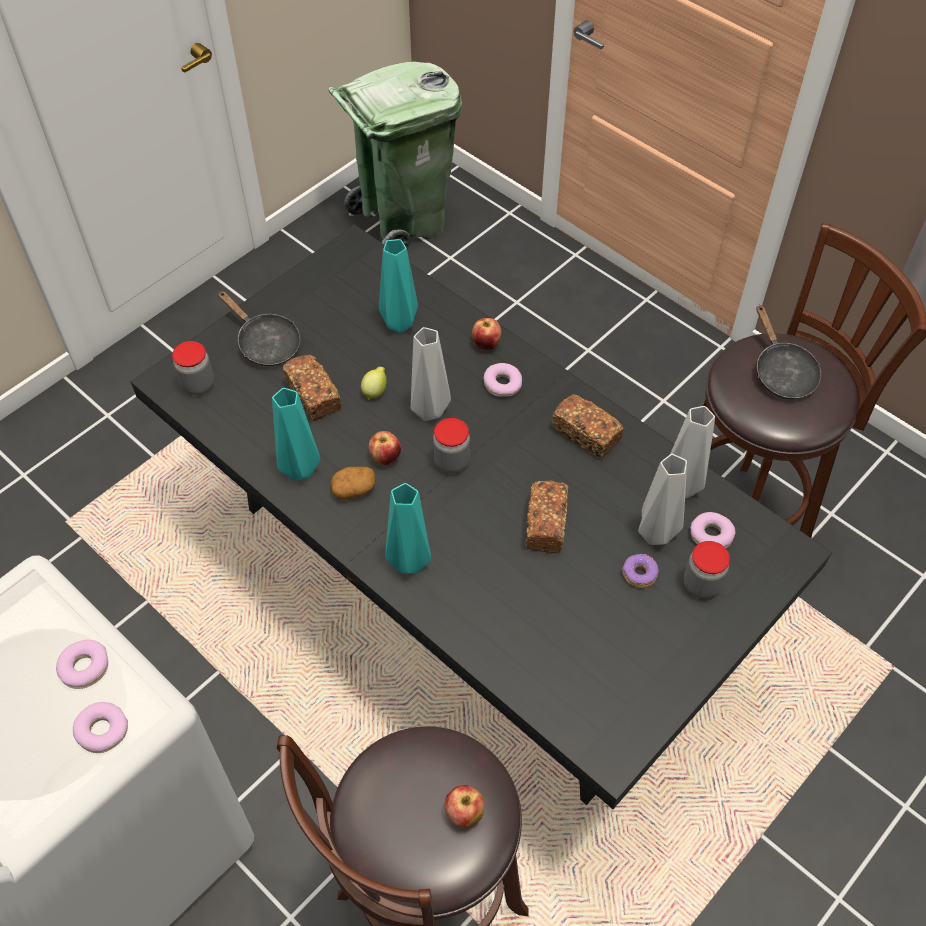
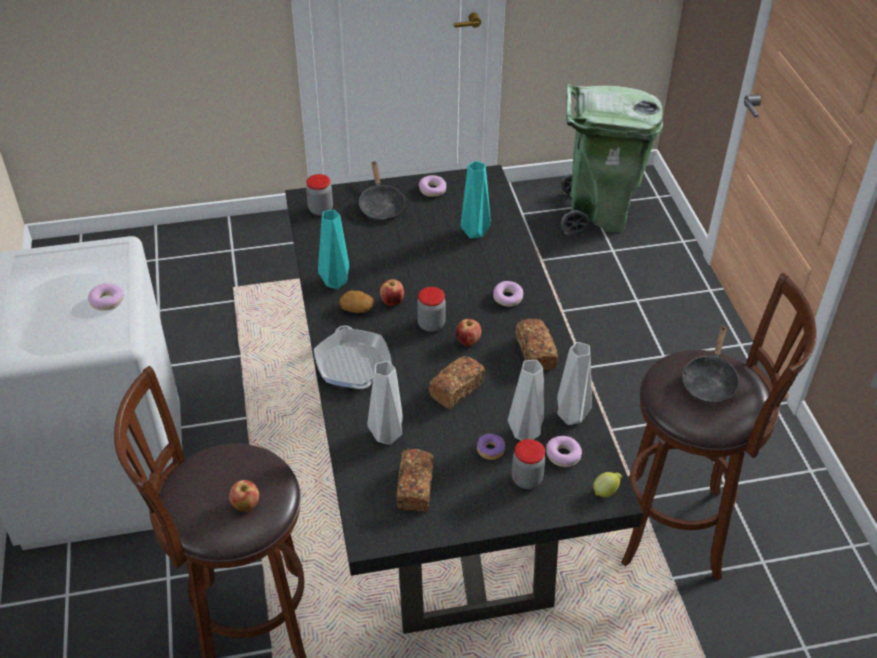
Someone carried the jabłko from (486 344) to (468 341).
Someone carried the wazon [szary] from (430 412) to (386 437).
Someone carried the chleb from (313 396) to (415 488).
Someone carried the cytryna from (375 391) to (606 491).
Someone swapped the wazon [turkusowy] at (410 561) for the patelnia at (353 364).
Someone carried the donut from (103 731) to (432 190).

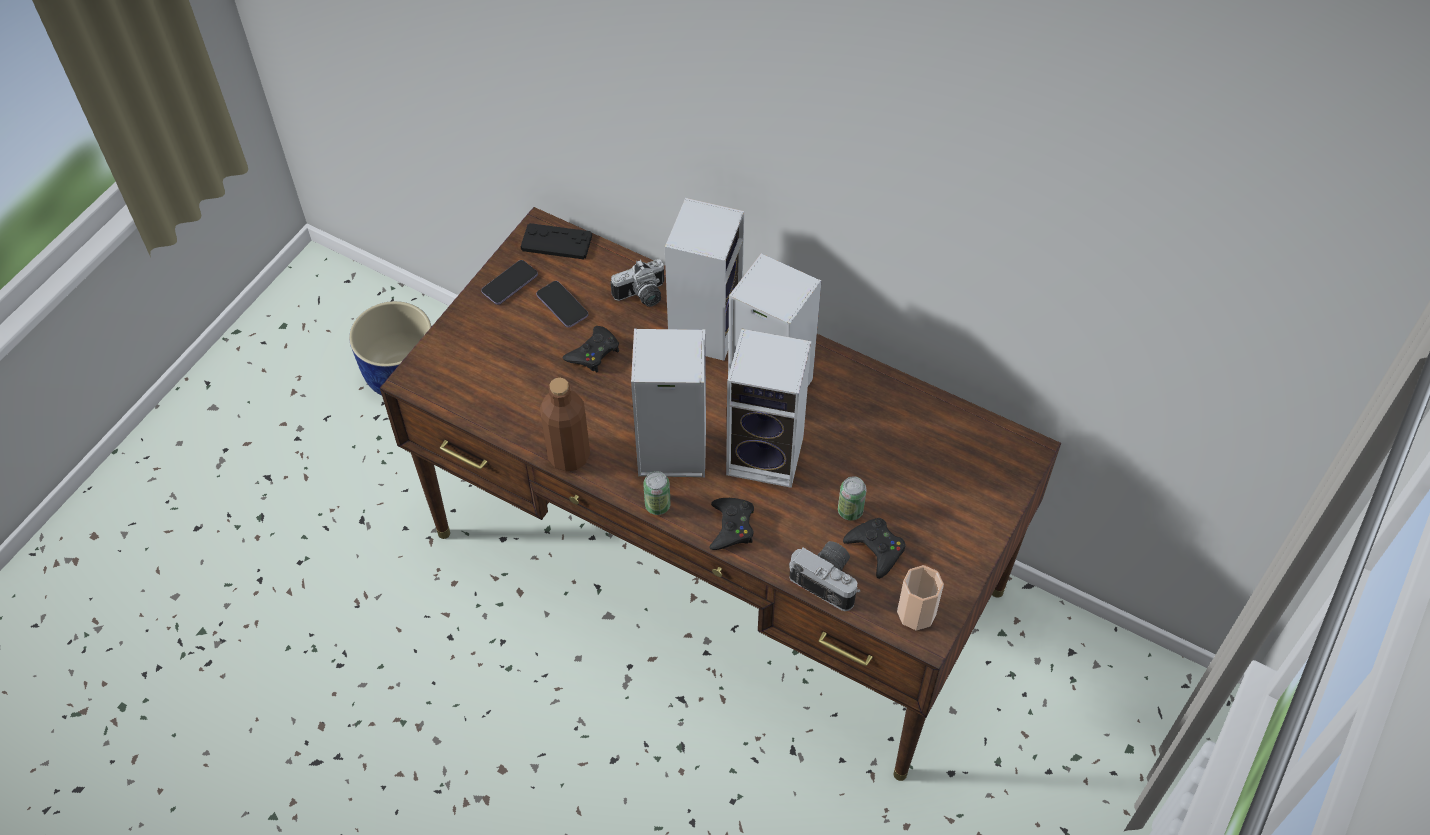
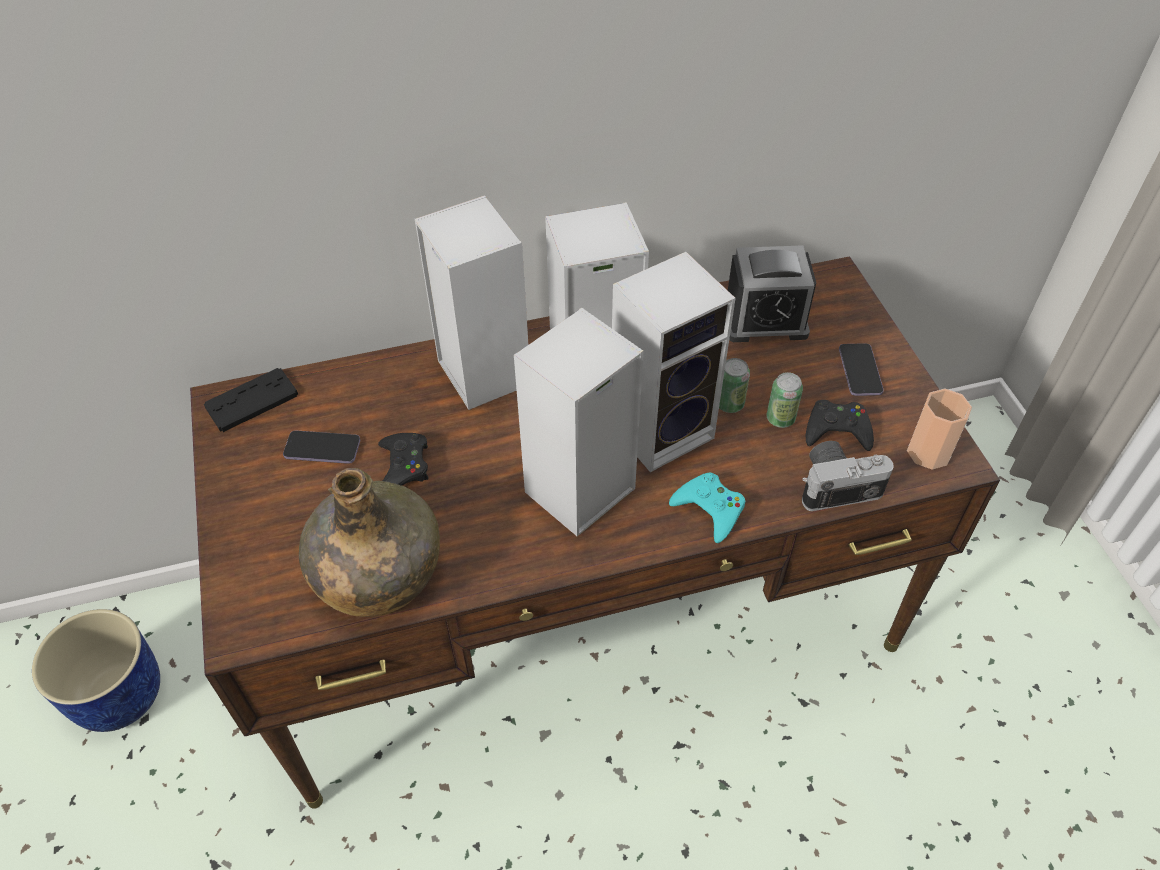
Someone took away the aparat fotograficzny at (642 296).
Someone carried the telefon from (510 283) to (860 371).
Someone took away the butelka [brązowy] at (569 455).
Someone carried the puszka from (657 505) to (729 404).
Someone repainted the pad do gier [czarny] at (731 527), which became the pad do gier [turkusowy] at (709 510).
Someone put down the budzik at (764 320).
Someone put down the butelka [zielony] at (376 572).

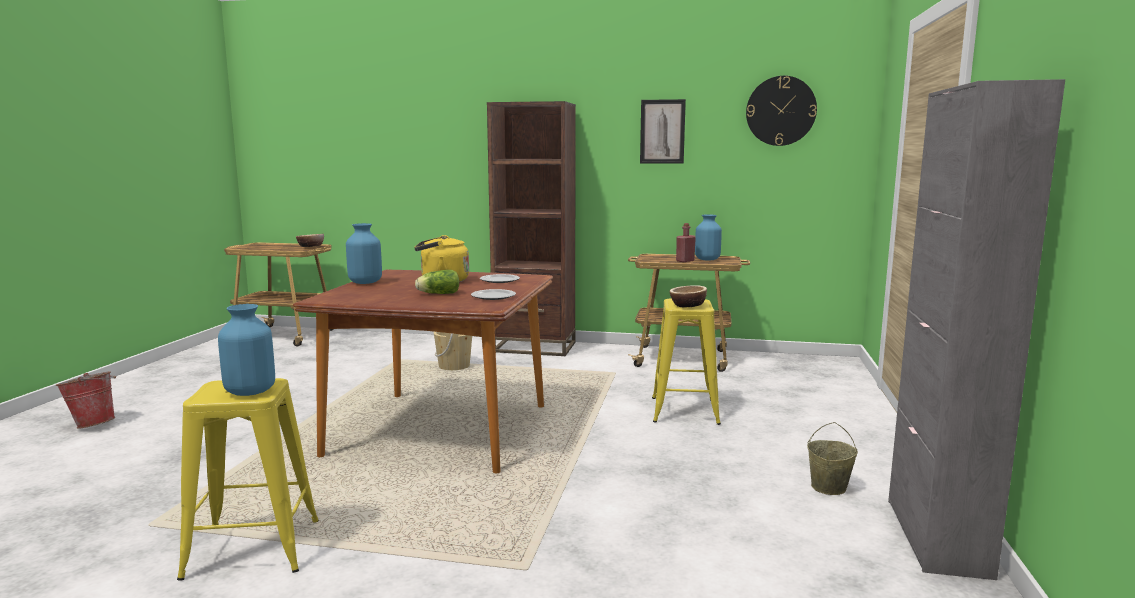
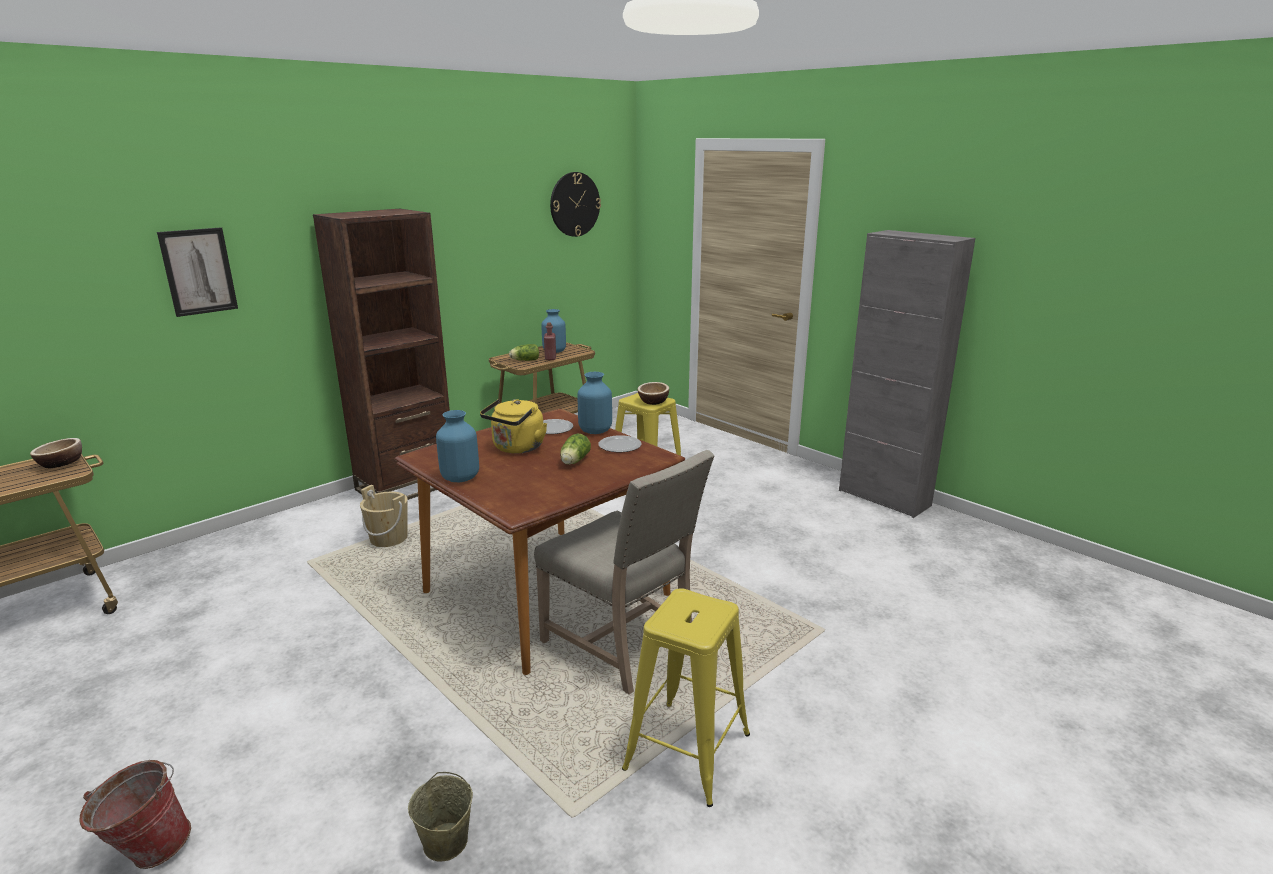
Someone carried the obraz from (662 131) to (198 271).
Someone carried the wazon [niebieski] from (251 391) to (595 430).
Someone carried the wiadro [beżowy] from (828 487) to (445 843).
Someone put down the sałata at (524 360).
Someone put down the krzesło [beżowy] at (623 646).

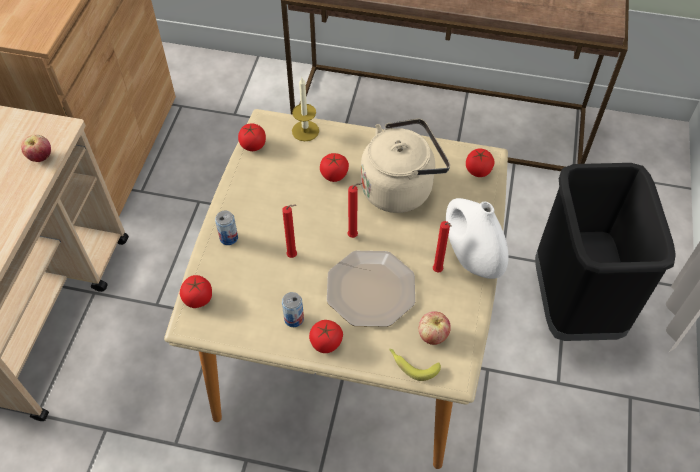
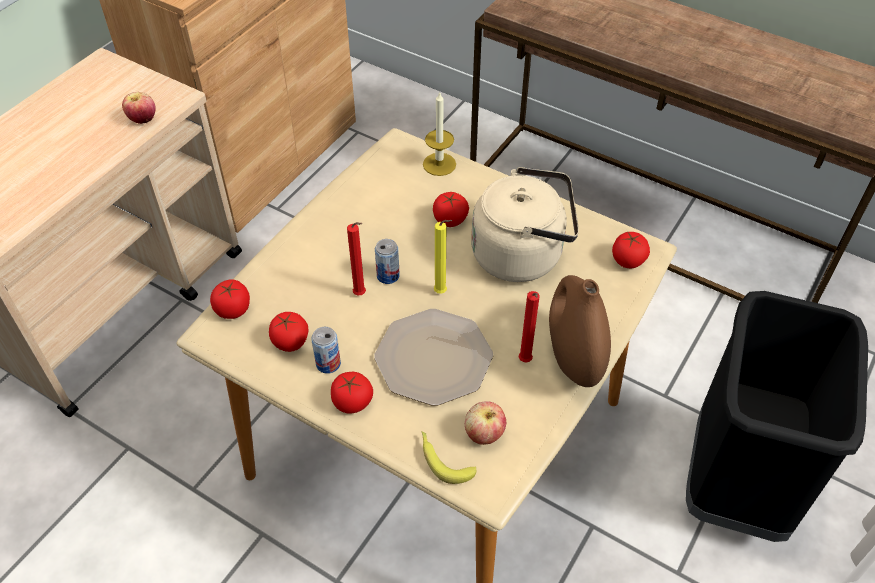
Someone carried the pomidor from (253 145) to (290 341).
Someone repainted the świeca [czerwony] at (354 236), which became the świeca [żółty] at (442 293).
Someone repainted the wazon [biały] at (471 258), which became the wazon [brązowy] at (573 359).
Someone carried the puszka from (228 238) to (388 276).

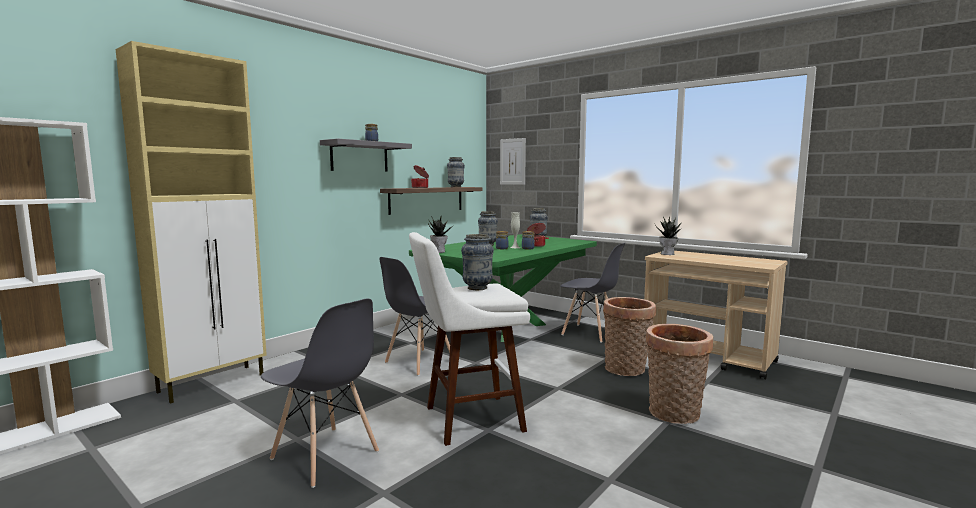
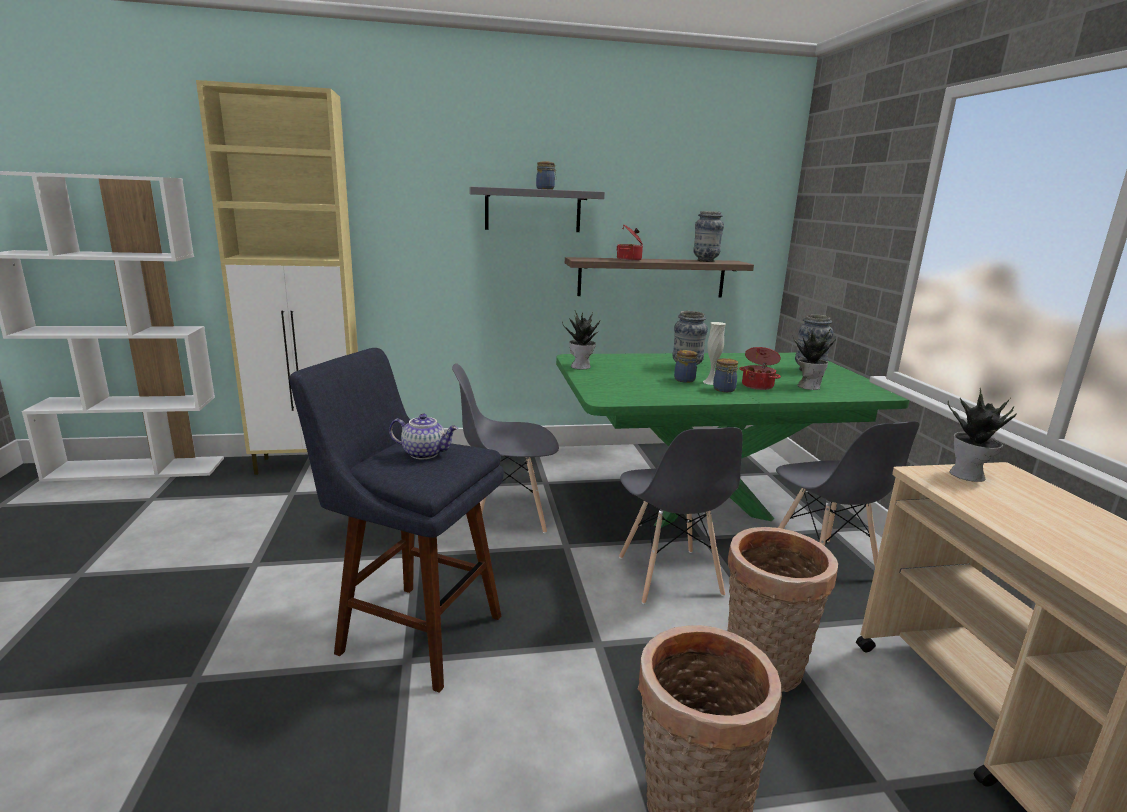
Someone took away the obraz at (512 161).
Someone repainted the stołek [biały] at (467 420), which became the stołek [niebieski] at (412 631).
Someone swapped the wazon at (477 288) for the imbryk at (425 453).
Someone carried the krzesło [szary] from (325 456) to (669 576).
Someone put down the roślina doniczkowa at (808 386).

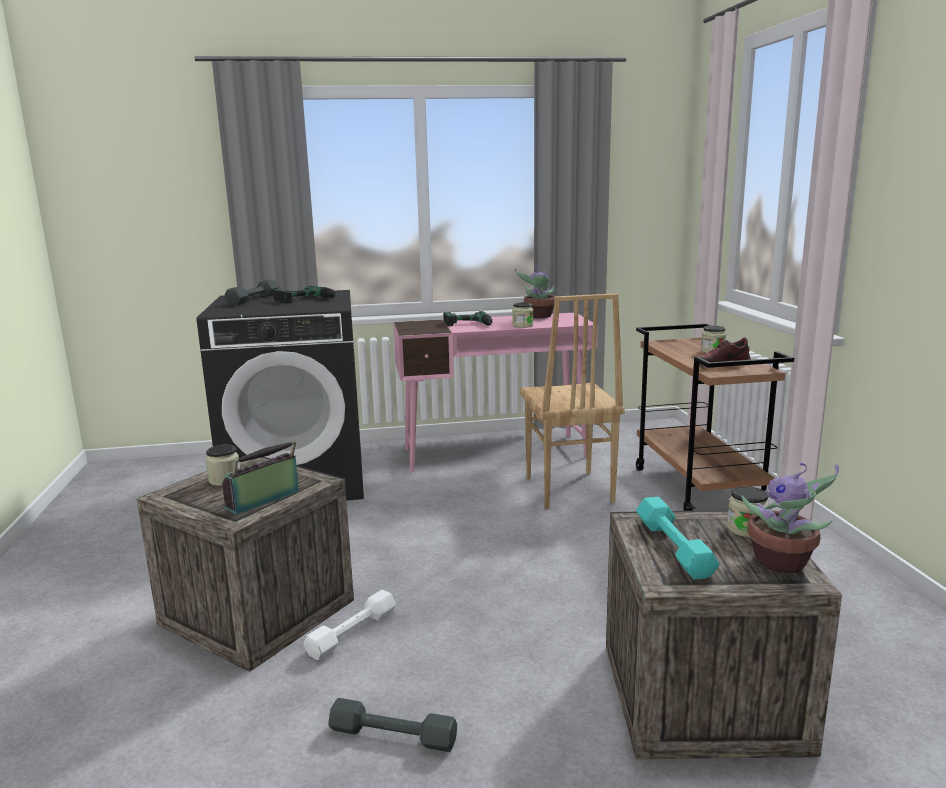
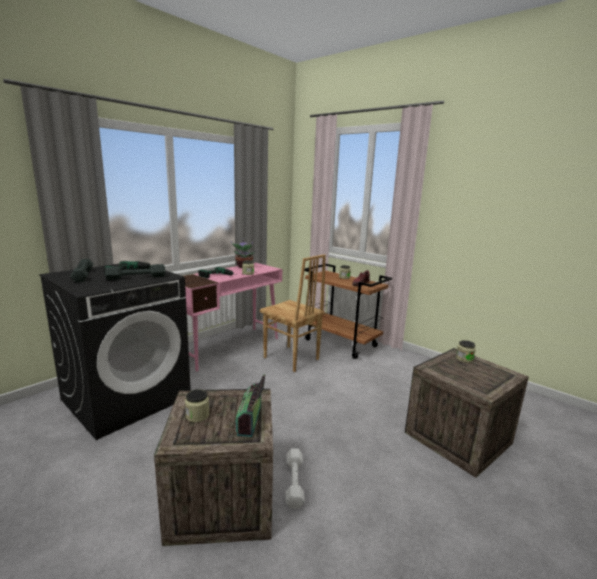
Someone took away the roślina doniczkowa at (783 563).
Someone took away the hantel [turkusowy] at (674 547).
Someone carried the hantel [szary] from (393 736) to (136 277).

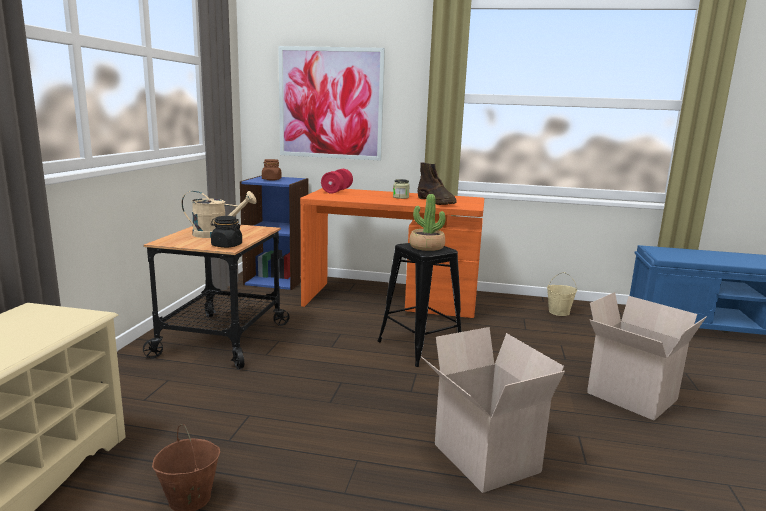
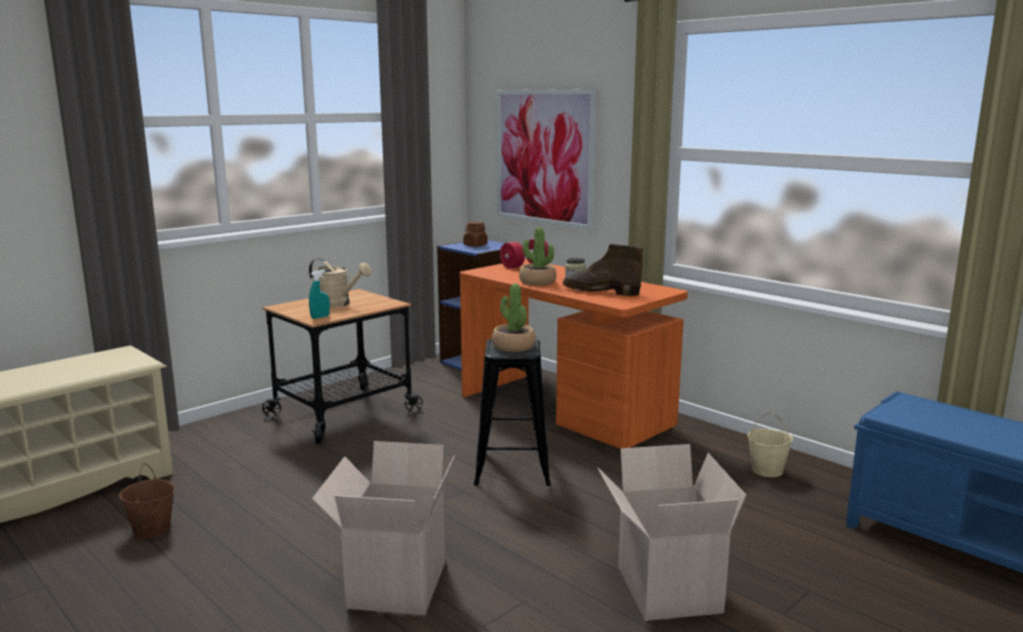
Someone rotated the but z cholewką [brązowy] at (436 202) by 105 degrees clockwise.
Someone swapped the słoik [czarny] at (226 245) for the spryskiwacz [turkusowy] at (320 317).
Someone put down the roślina doniczkowa at (537 282).

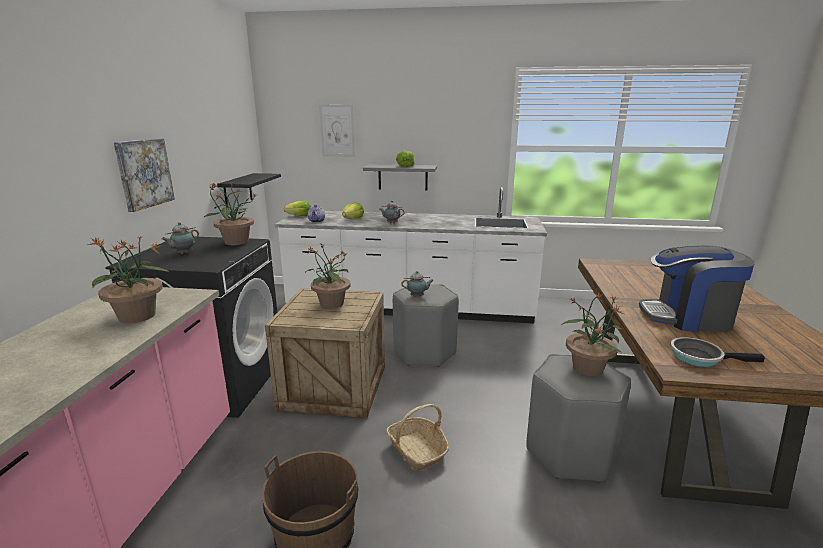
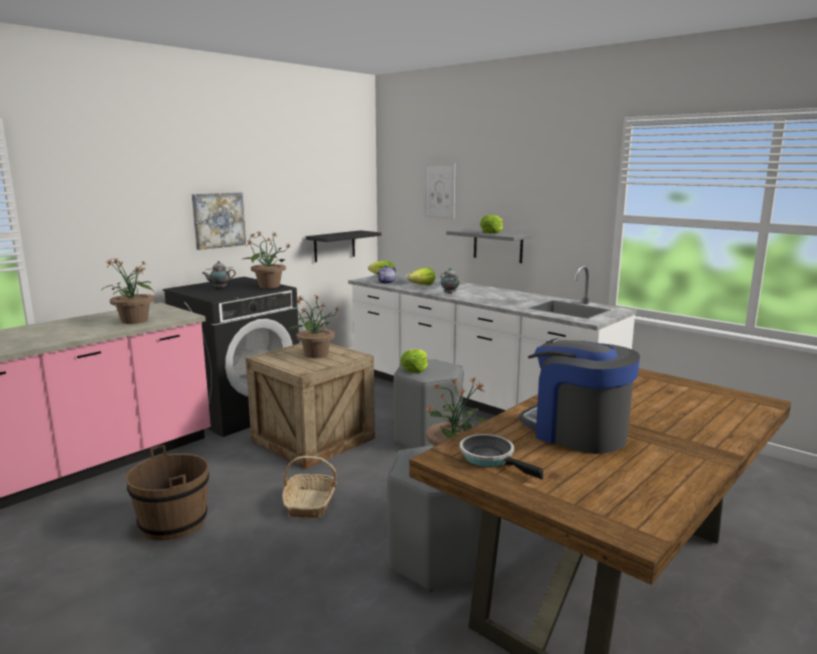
Someone swapped the imbryk at (418 296) for the sałata at (415 369).

